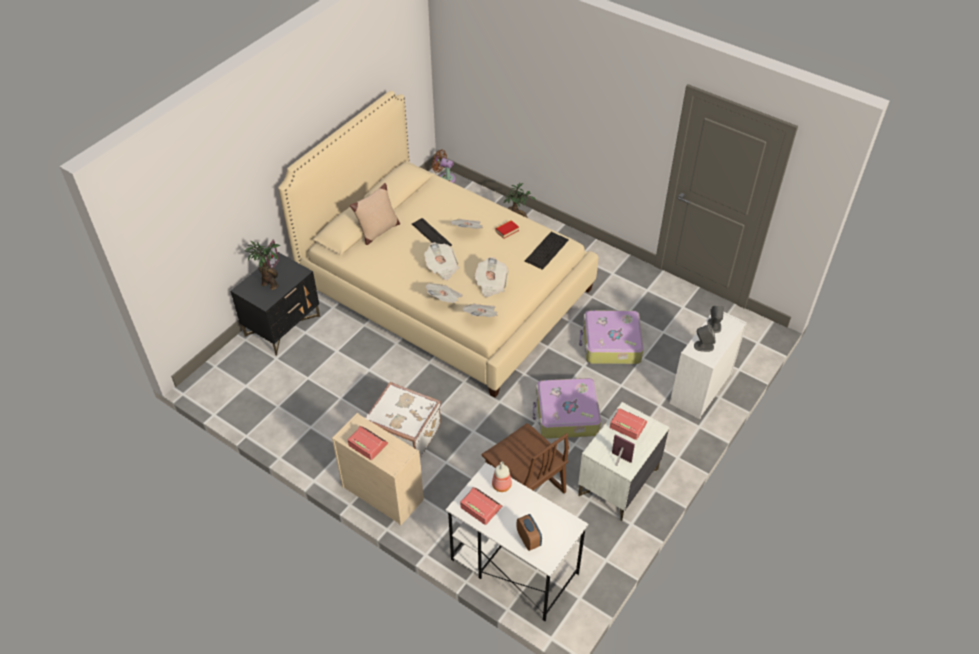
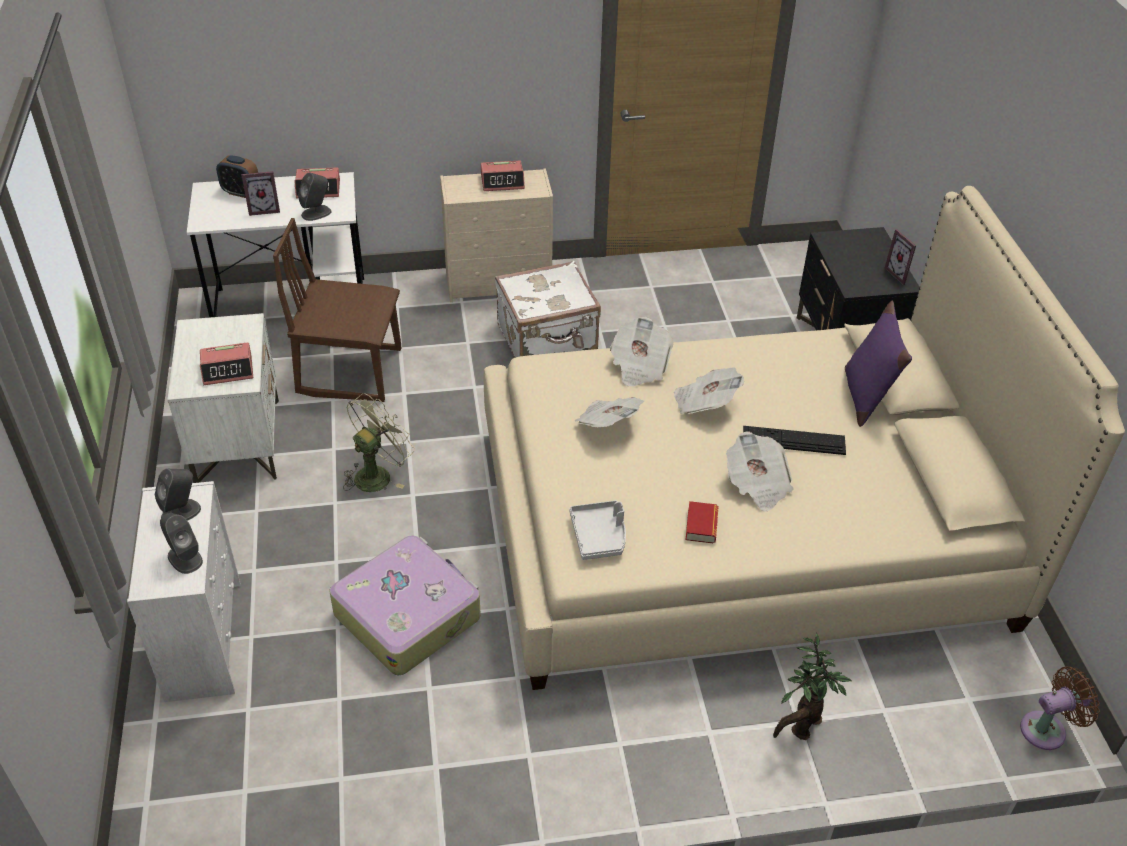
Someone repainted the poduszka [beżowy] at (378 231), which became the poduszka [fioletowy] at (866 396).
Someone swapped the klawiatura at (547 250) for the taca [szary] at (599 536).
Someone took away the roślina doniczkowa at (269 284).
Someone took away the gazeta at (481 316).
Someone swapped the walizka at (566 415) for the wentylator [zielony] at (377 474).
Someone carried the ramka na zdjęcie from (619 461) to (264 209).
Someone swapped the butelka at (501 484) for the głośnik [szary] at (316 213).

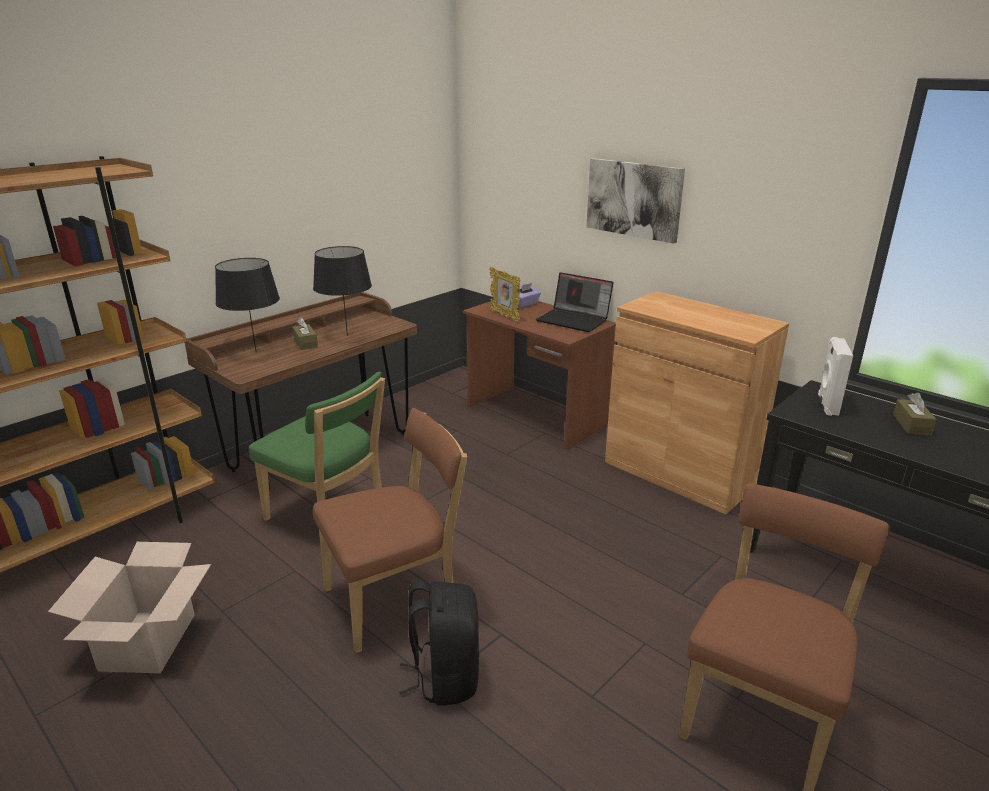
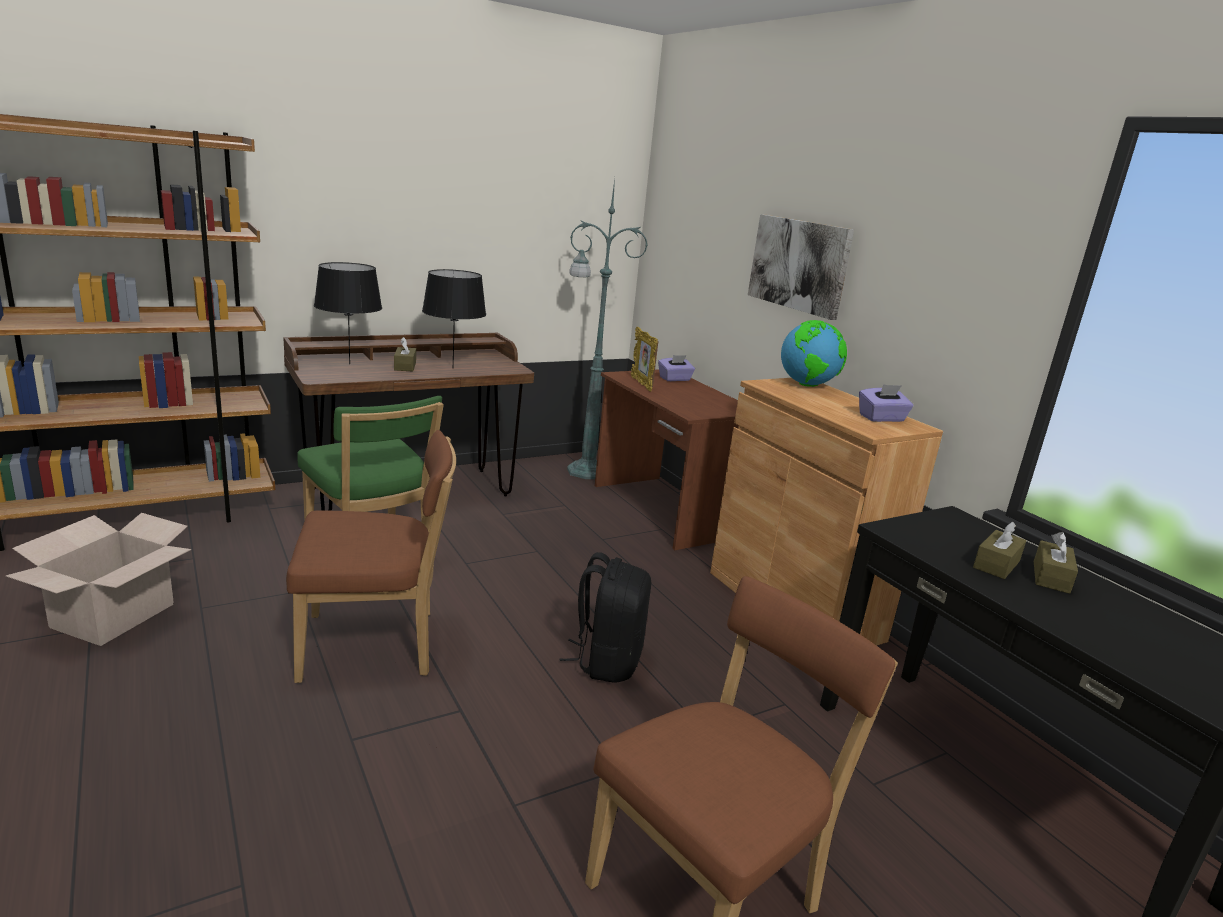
Someone took away the laptop at (574 320).
Someone took away the głośnik [biały] at (826 405).
Someone carried the plecak [czarny] from (445 677) to (607 661).
Someone put down the lampa stojąca [zielony] at (585 471).
Someone put down the globus at (807 385).
Someone put down the pudełko chusteczek [fioletowy] at (882 418).
Someone put down the pudełko chusteczek [brązowy] at (996 564).

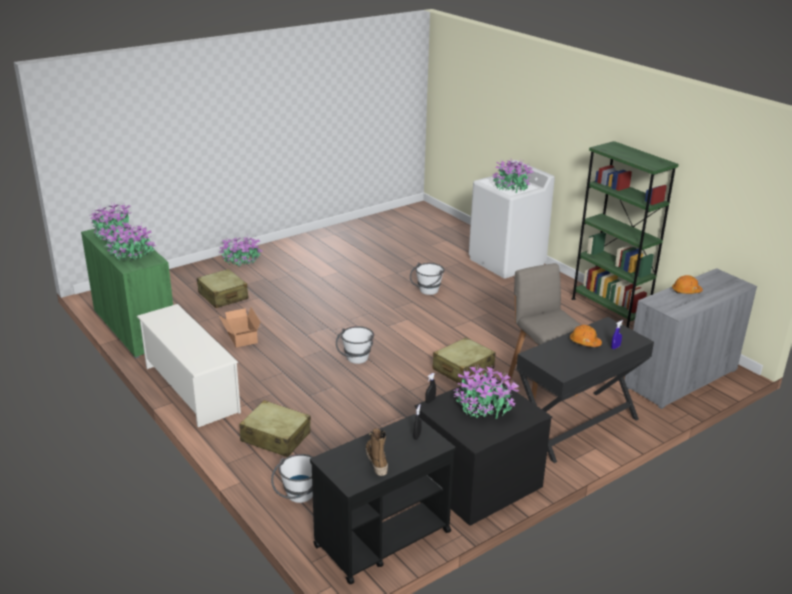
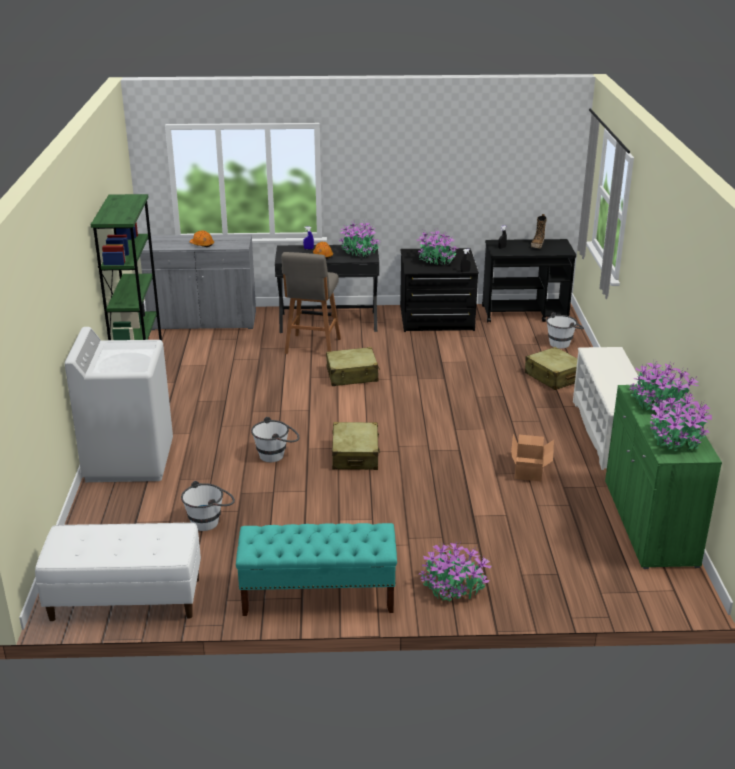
Someone carried the roślina doniczkowa from (511 188) to (359 252).
Someone carried the walizka [beżowy] from (223 296) to (355 455).
Someone carried the wiadro [biały] from (355 360) to (210 520).
Someone put down the ławka [biały] at (125 599).
Someone put down the ławka [turkusowy] at (317 596).

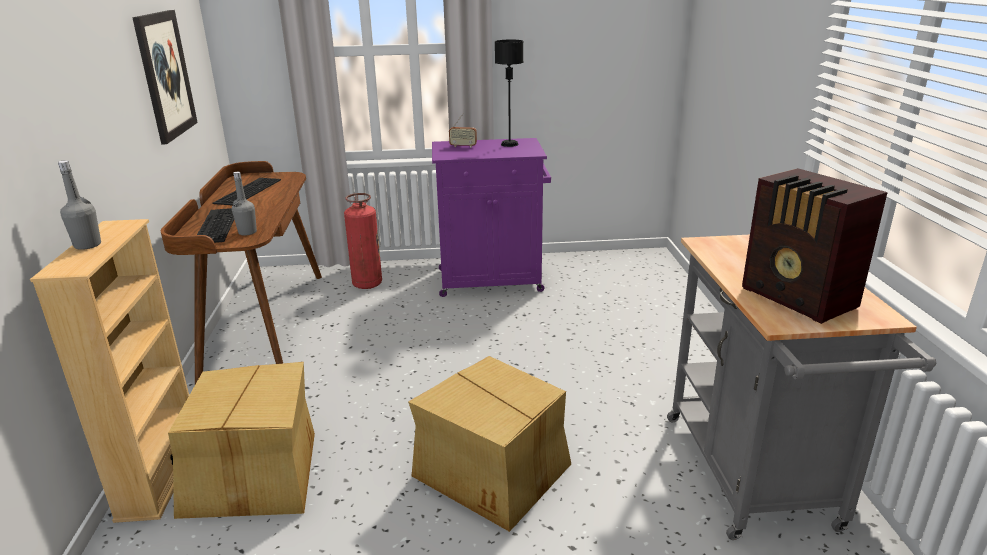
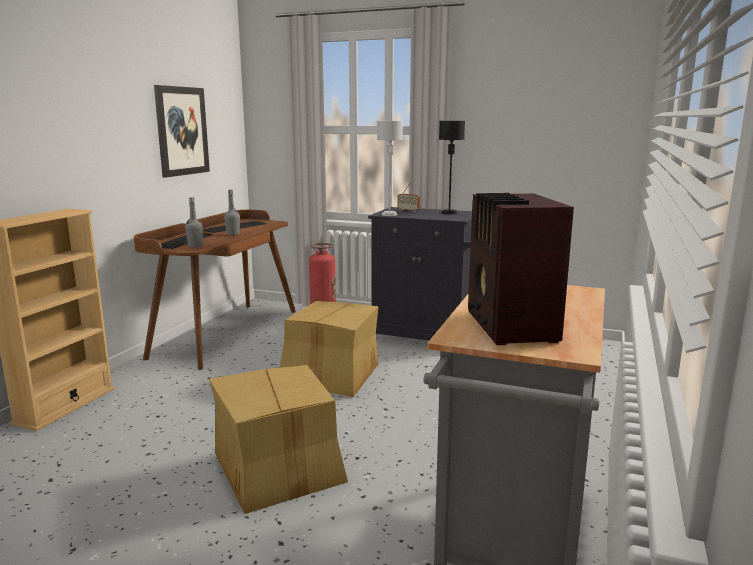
Someone repainted the szafka [fioletowy] at (492 280), which became the szafka [czarny] at (425 337).
Someone carried the butelka [szary] from (87 245) to (233 234).
Someone carried the karton from (254 476) to (331 375).
Someone put down the lampa stołowa [szary] at (389 214).

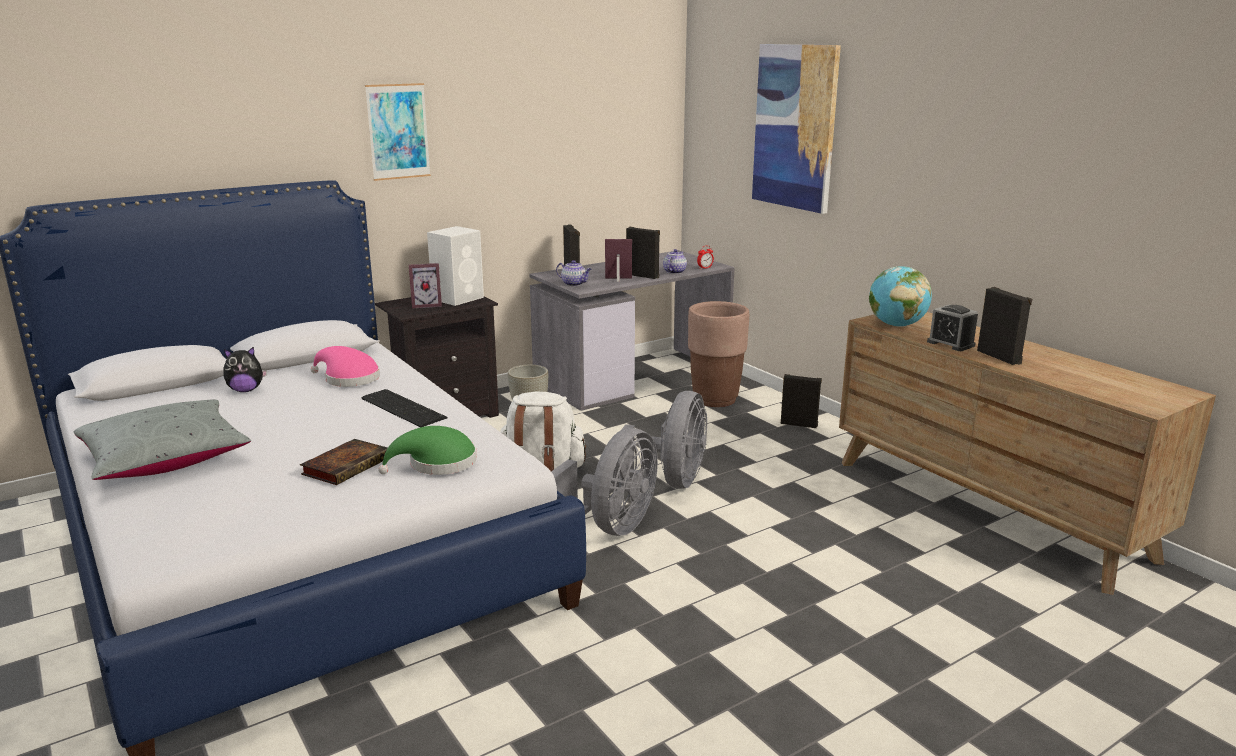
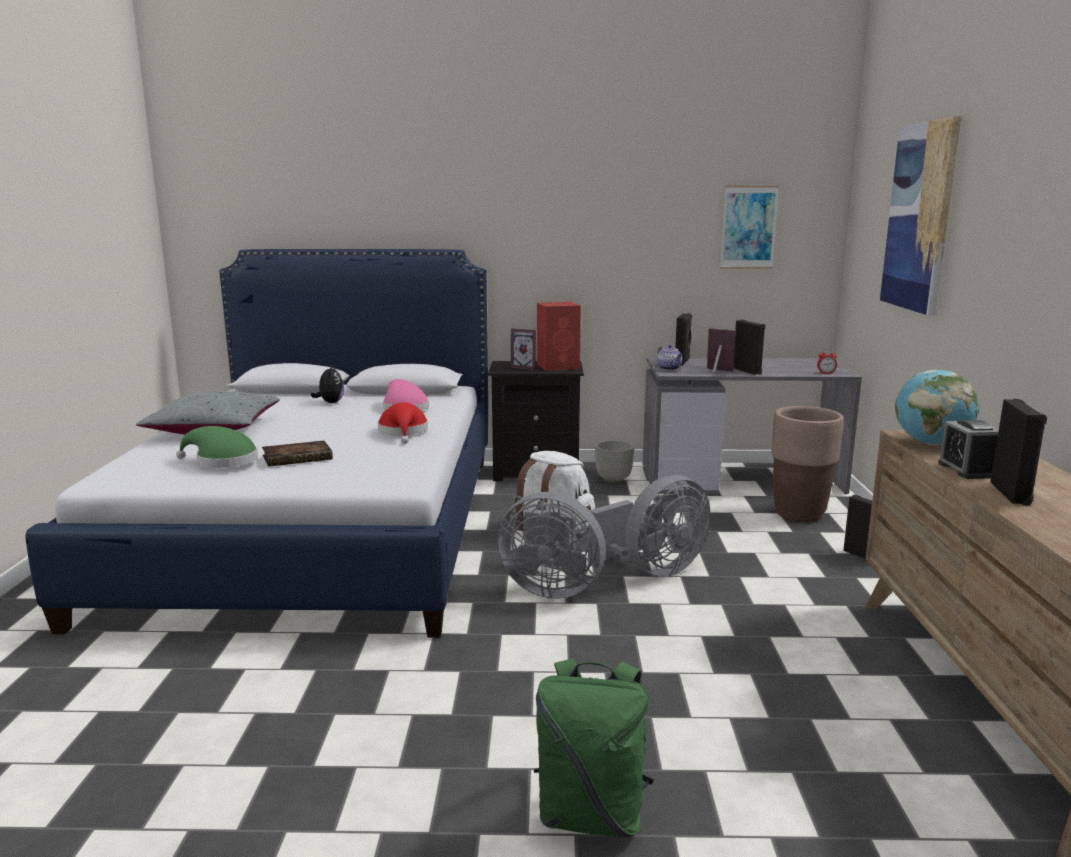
Someone carried the obraz from (398 131) to (748 227).
Someone repainted the głośnik [biały] at (459 298), which became the głośnik [czerwony] at (559 366).
Someone took away the imbryk at (674 272).
Someone rotated the pluszak at (246 390) by 120 degrees counterclockwise.
Someone swapped the klawiatura at (404 407) for the kapelusz [czerwony] at (403 432).
Someone carried the kapelusz [zielony] from (437 464) to (222 461).
Someone rotated the wentylator [szary] at (611 527) by 45 degrees clockwise.
Someone put down the plecak [zielony] at (592 814).

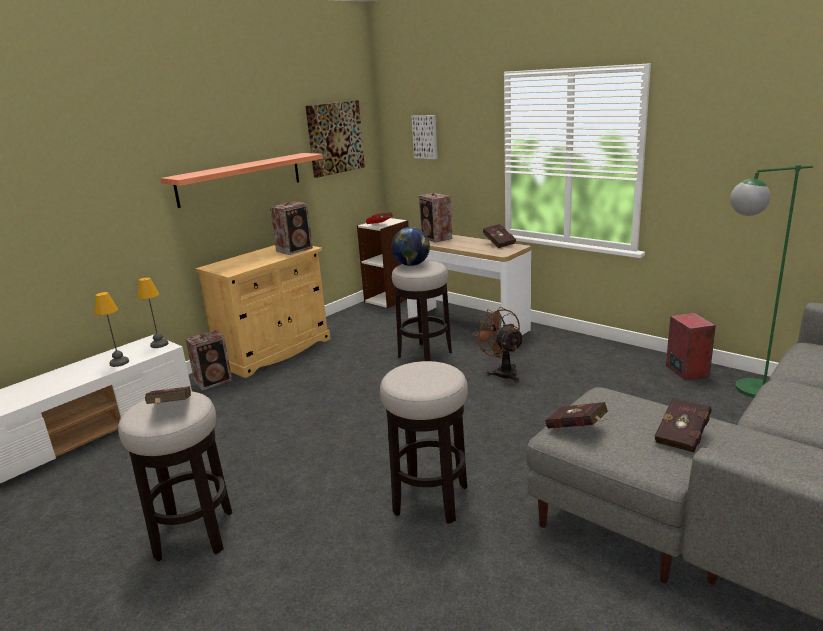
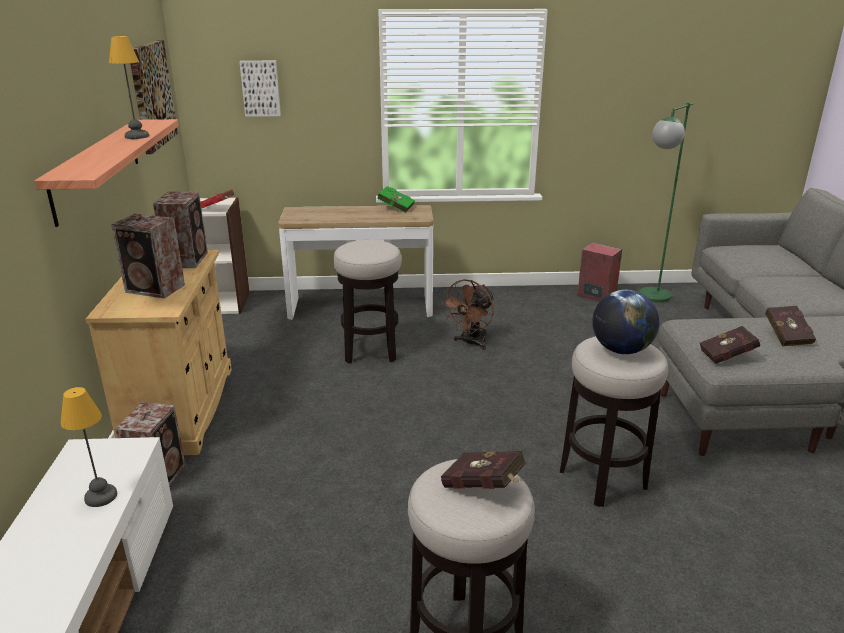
Someone carried the głośnik from (436 238) to (156 289).
Someone repainted the książka [czerwony] at (498 243), which became the książka [zielony] at (394 208).
Someone carried the globus from (412 265) to (621 350).
Someone carried the lampa stołowa from (159 344) to (137 136).
Someone rotated the wentylator [brązowy] at (502 372) by 75 degrees counterclockwise.

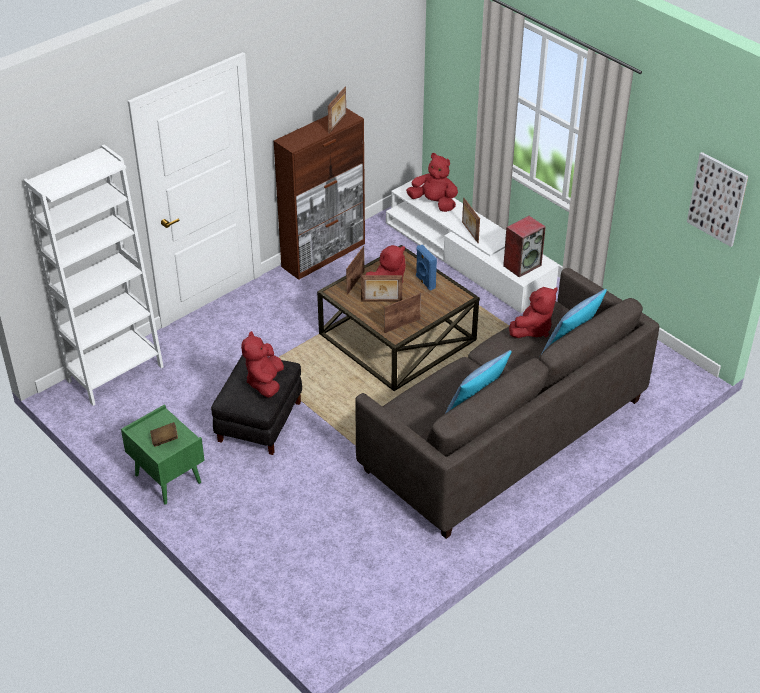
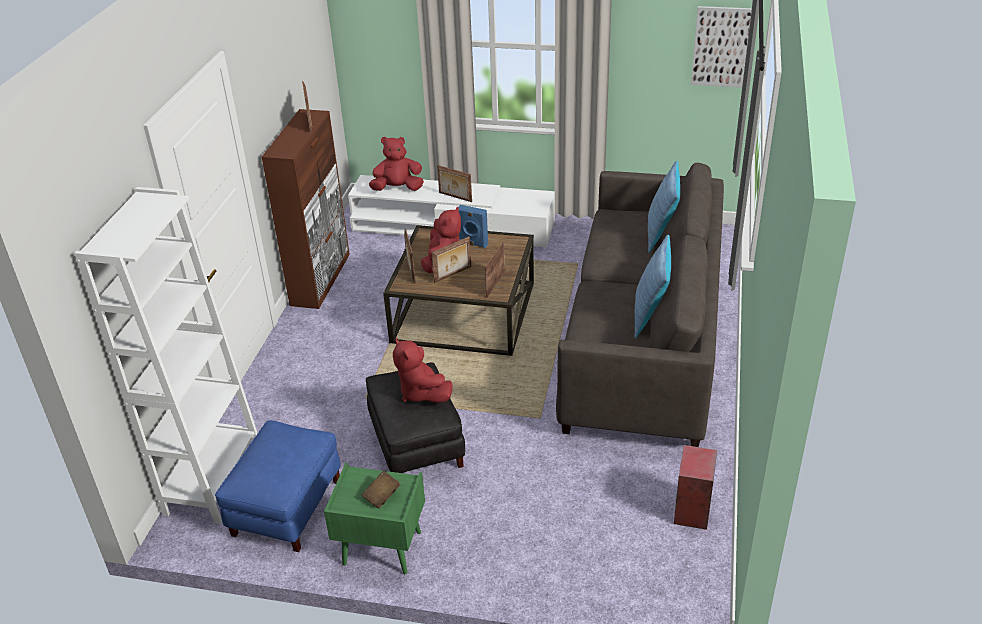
Someone carried the głośnik from (522 265) to (691 510).
Someone took away the pluszak [czerwony] at (533 329).
Someone put down the pufa [niebieski] at (286 507).

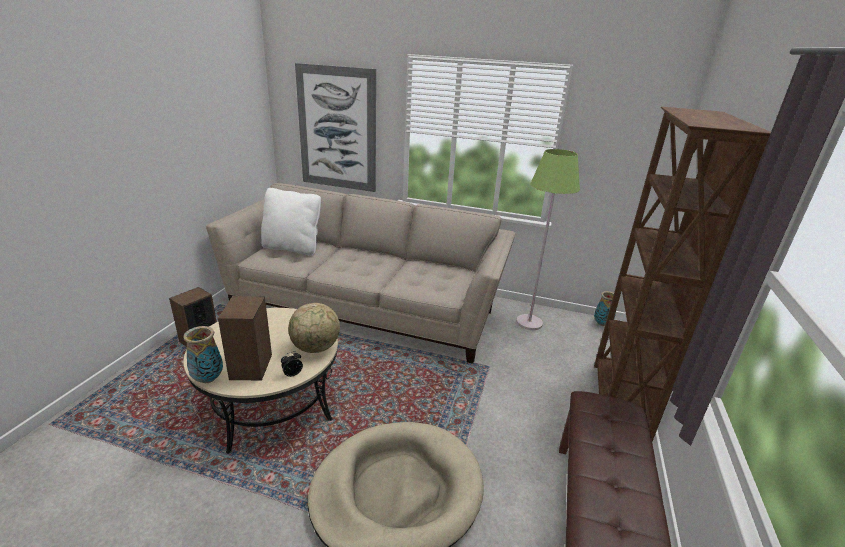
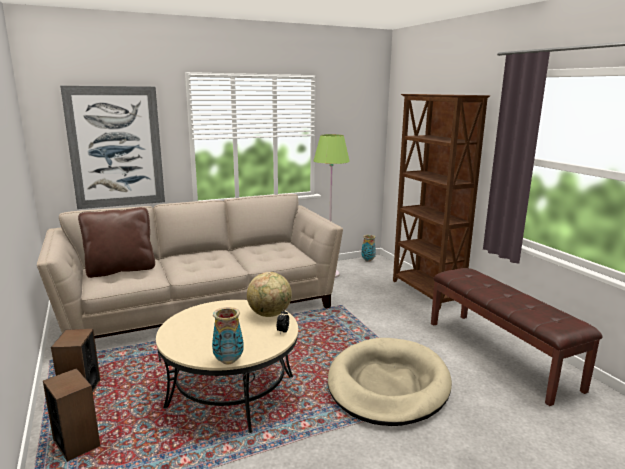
Someone repainted the poduszka [biały] at (292 248), which became the poduszka [brązowy] at (121 270).
Someone carried the głośnik from (251 366) to (77 443).

